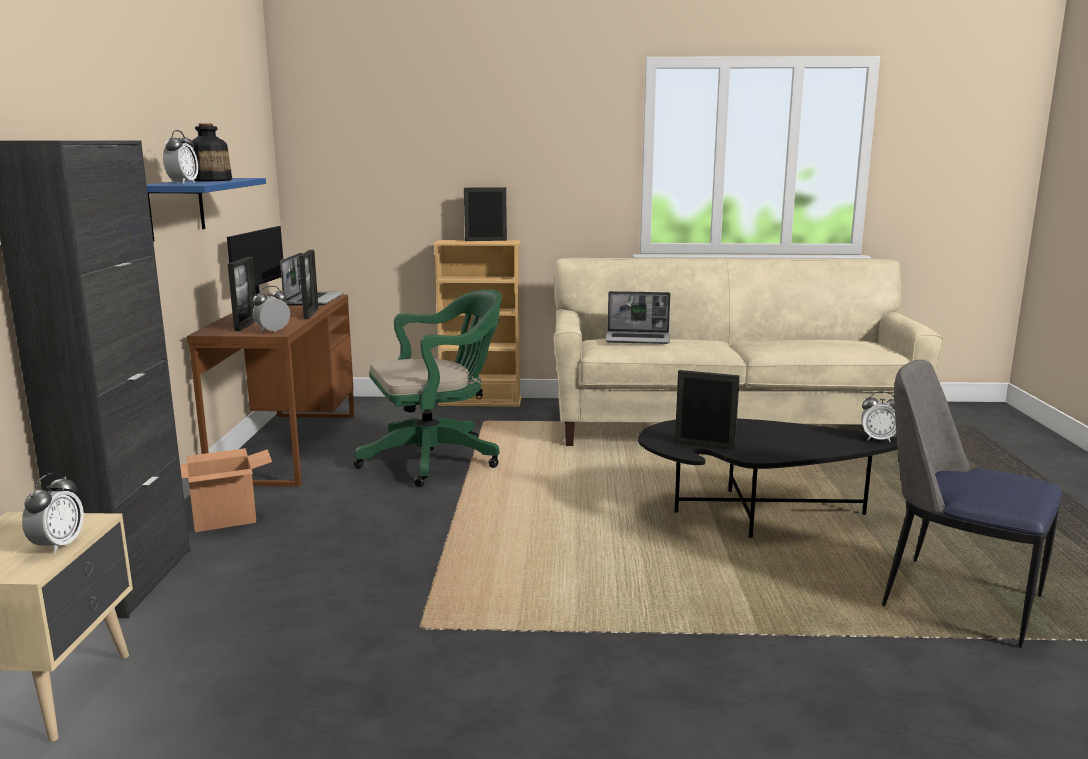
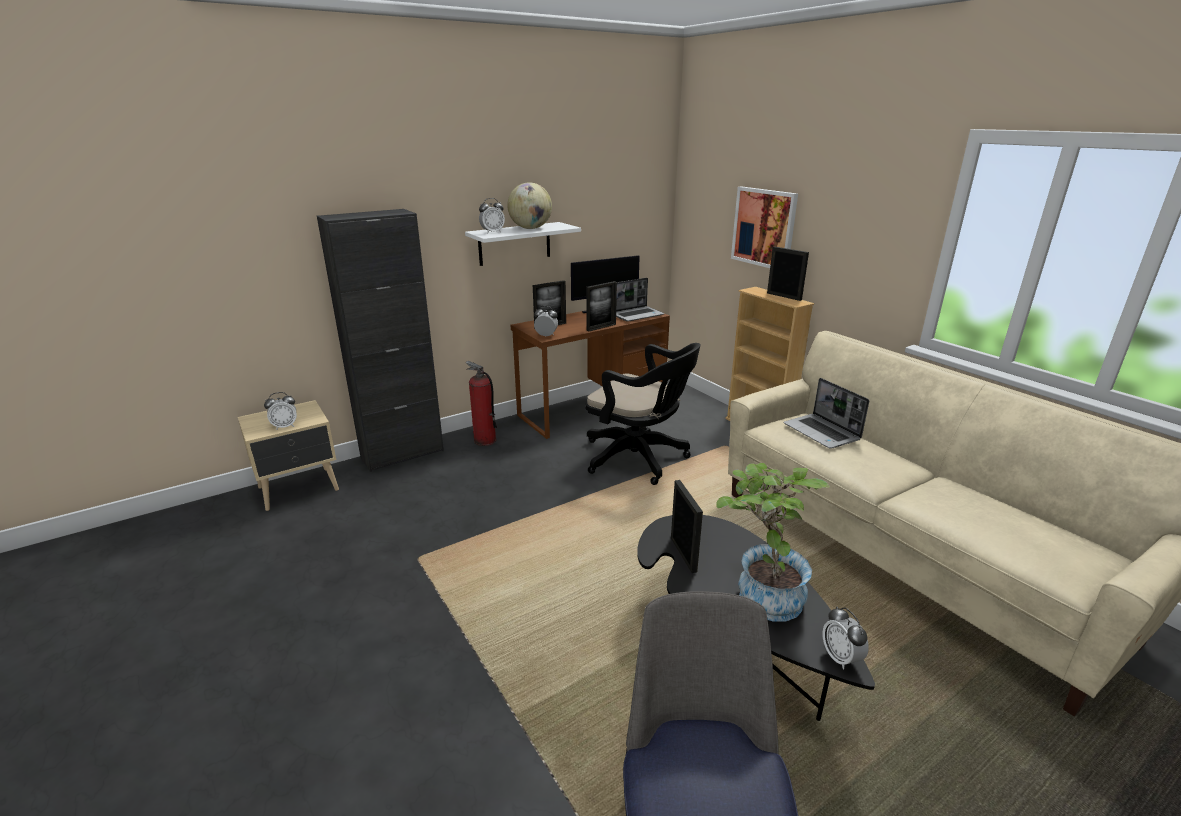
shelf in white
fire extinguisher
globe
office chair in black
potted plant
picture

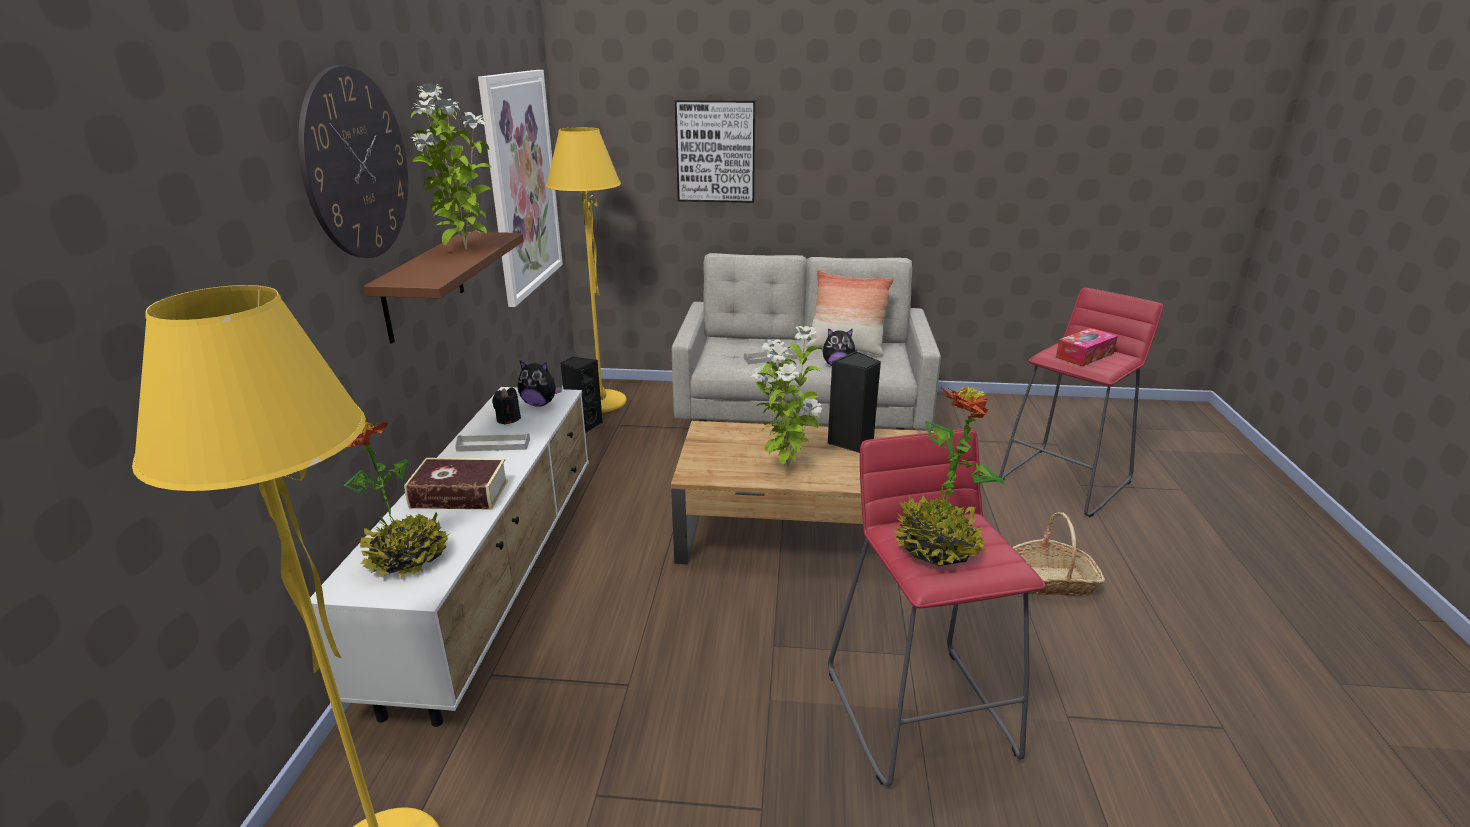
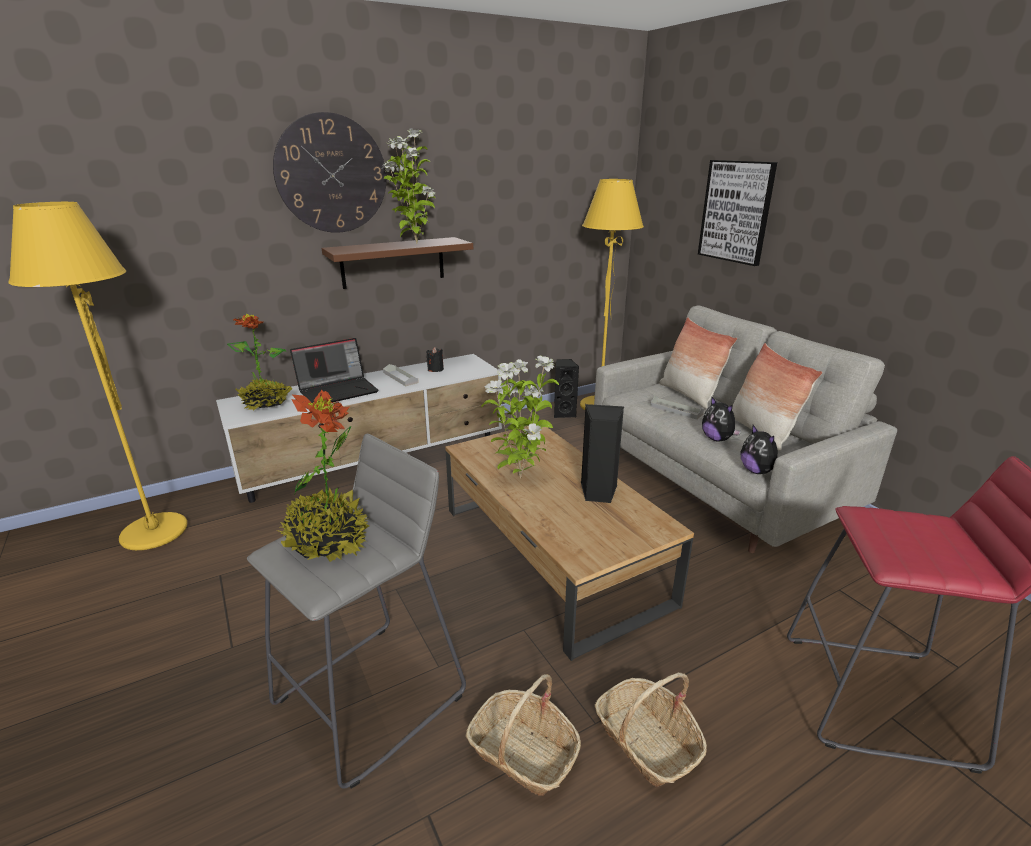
stool in grey
laptop
basket (no. 1 from left)
pillow (no. 1 from left)
plush toy (no. 2 from left)
picture (no. 1 from left in the first image)
tissue box

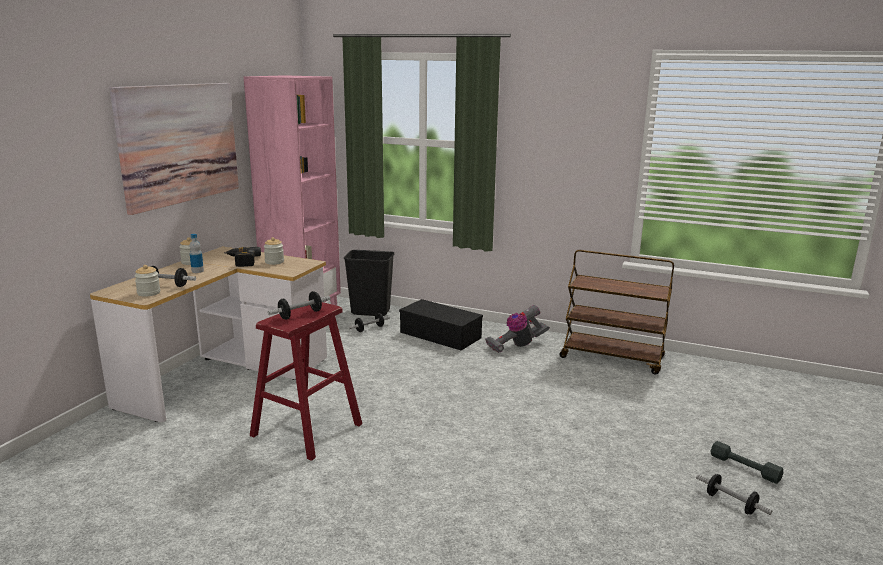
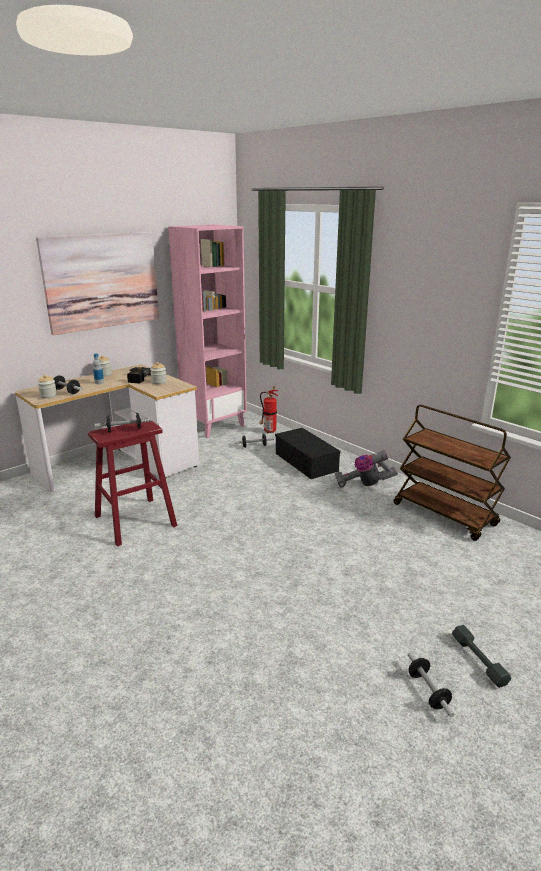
fire extinguisher

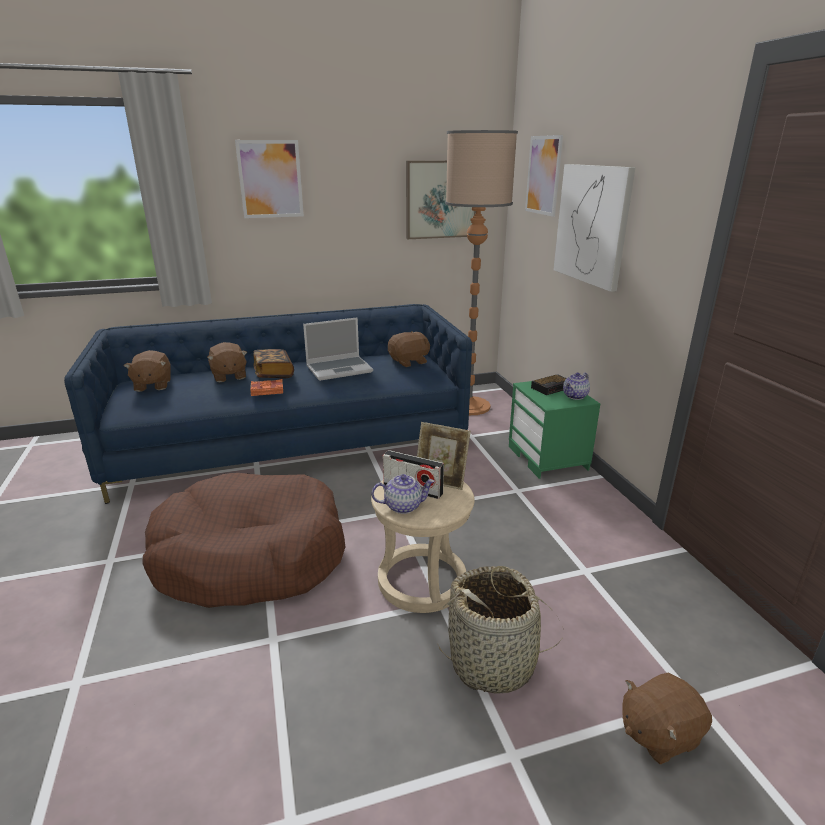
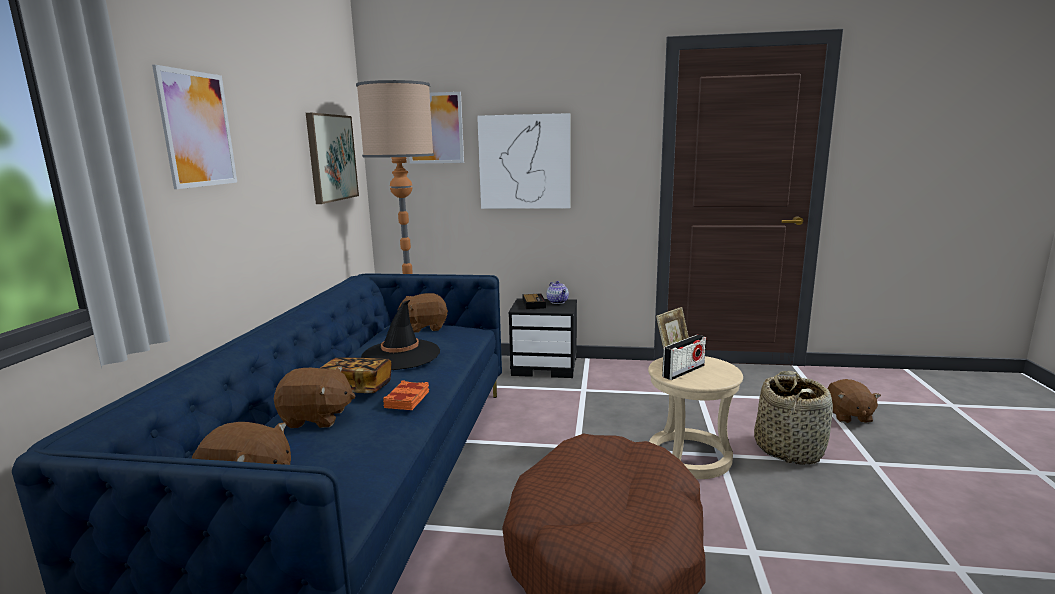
hat in black
plush toy in brown (no. 3 from left)
nightstand in black
teapot (no. 1 from left in the first image)

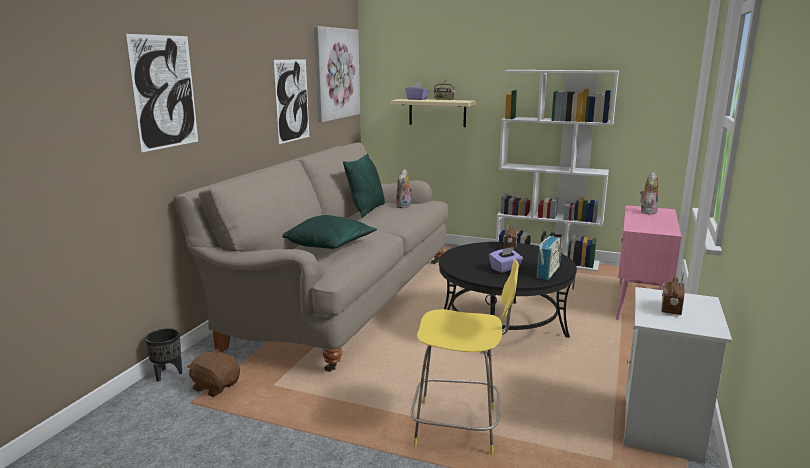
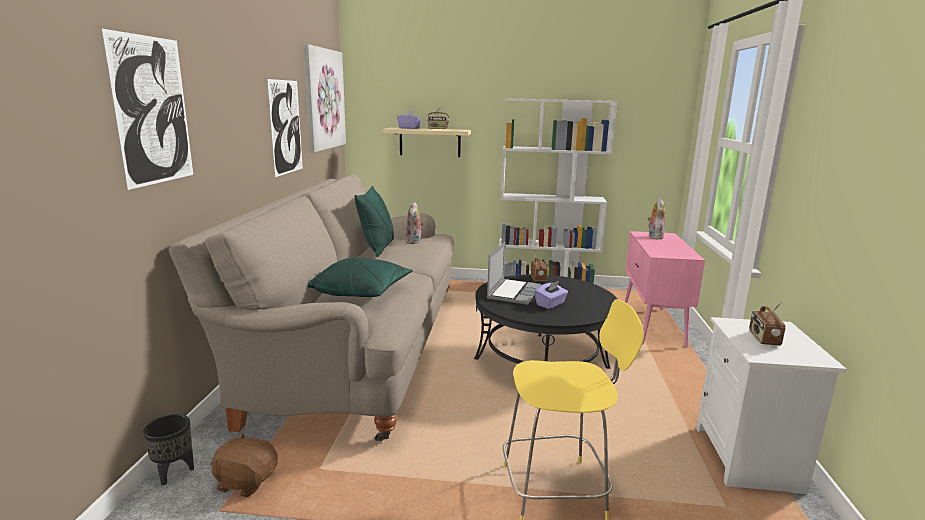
laptop
radio (no. 3 from left in the first image)

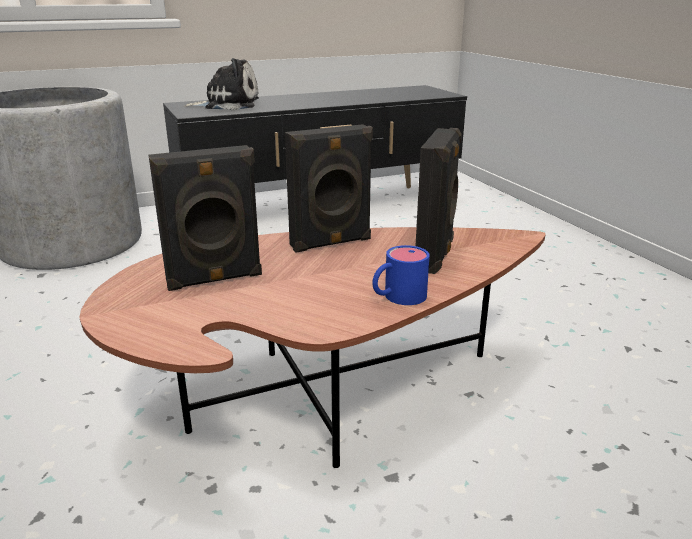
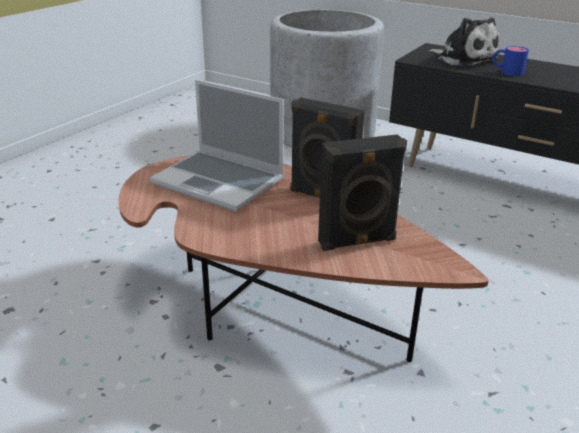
laptop
mug in blue

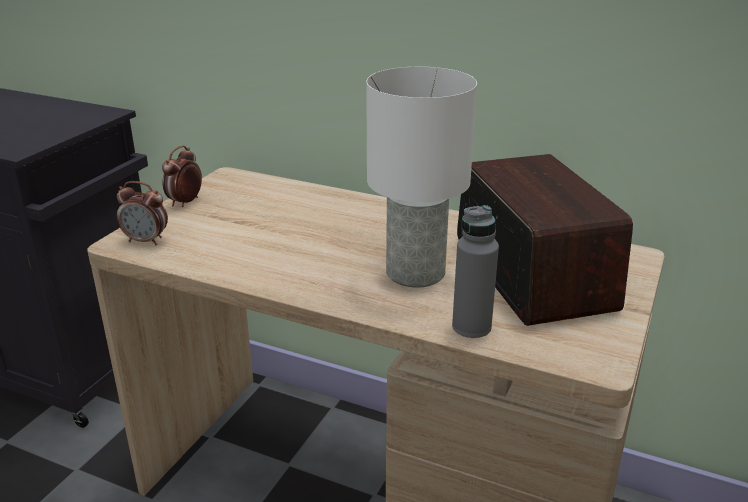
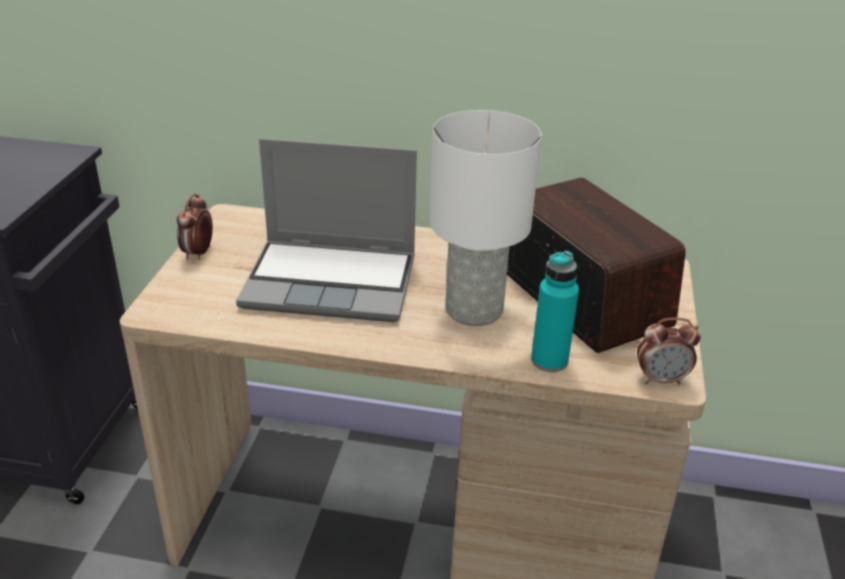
laptop
bottle in turquoise
alarm clock (no. 2 from left)

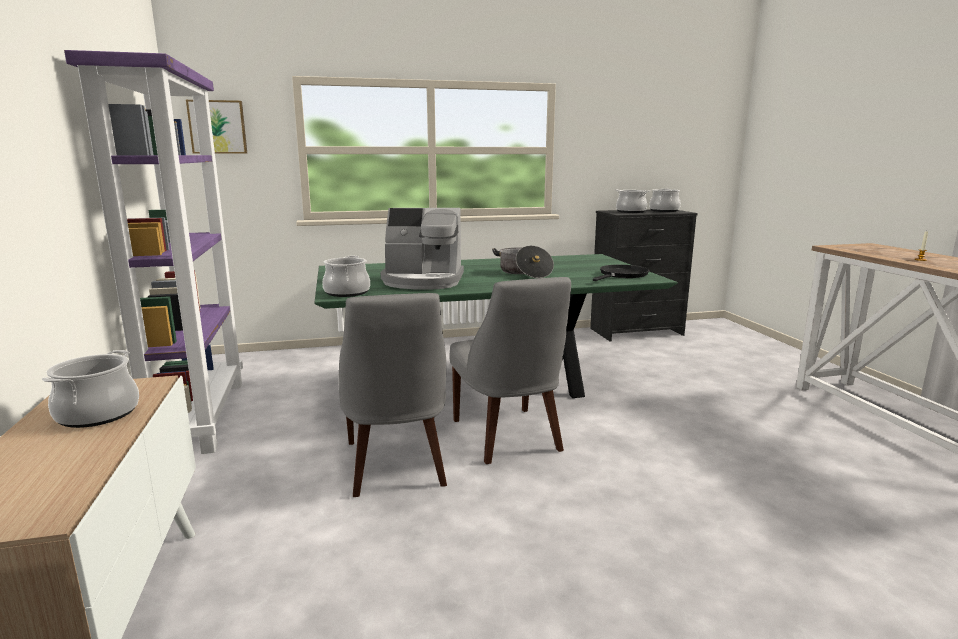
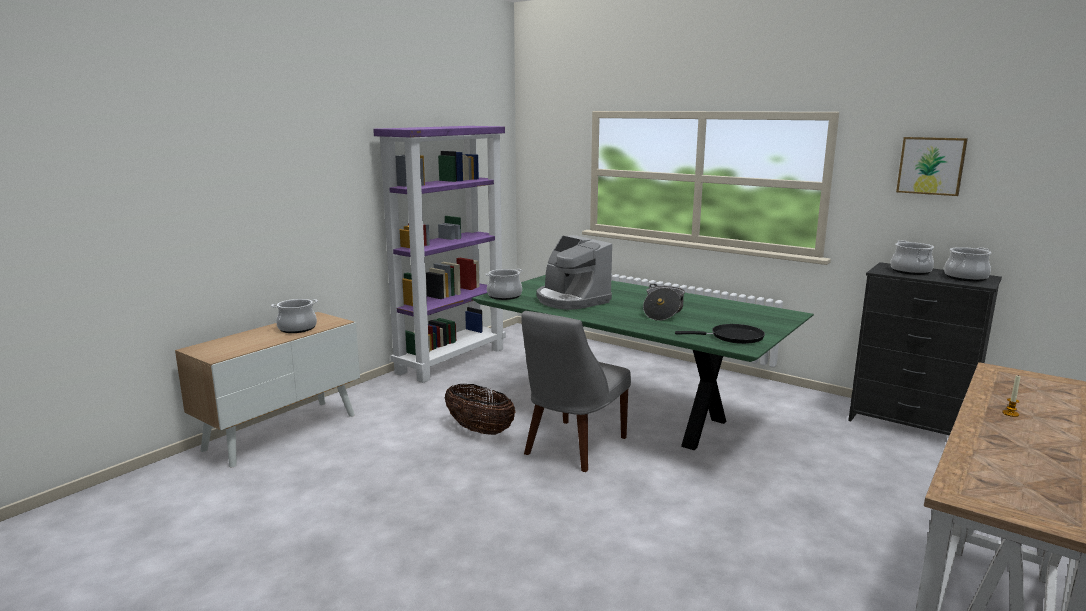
basket
picture

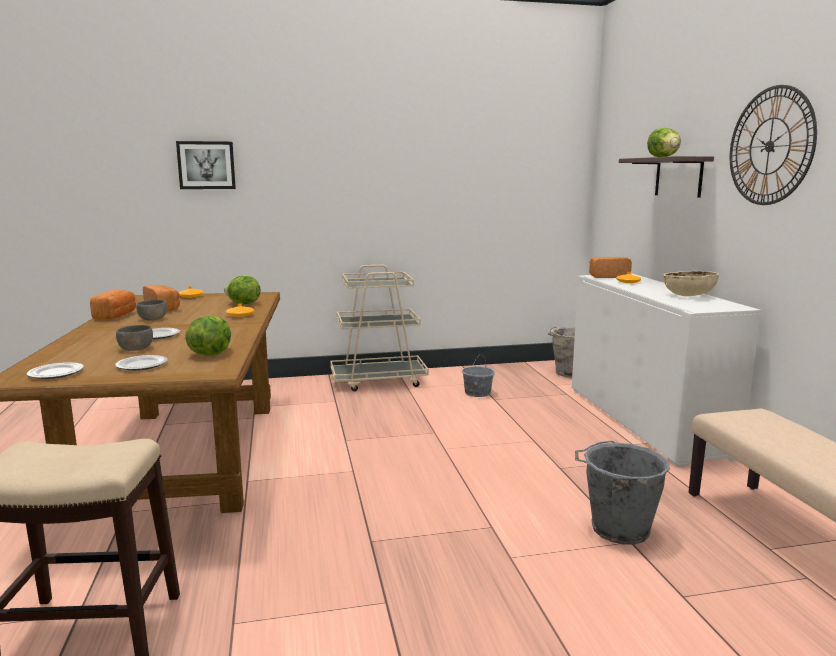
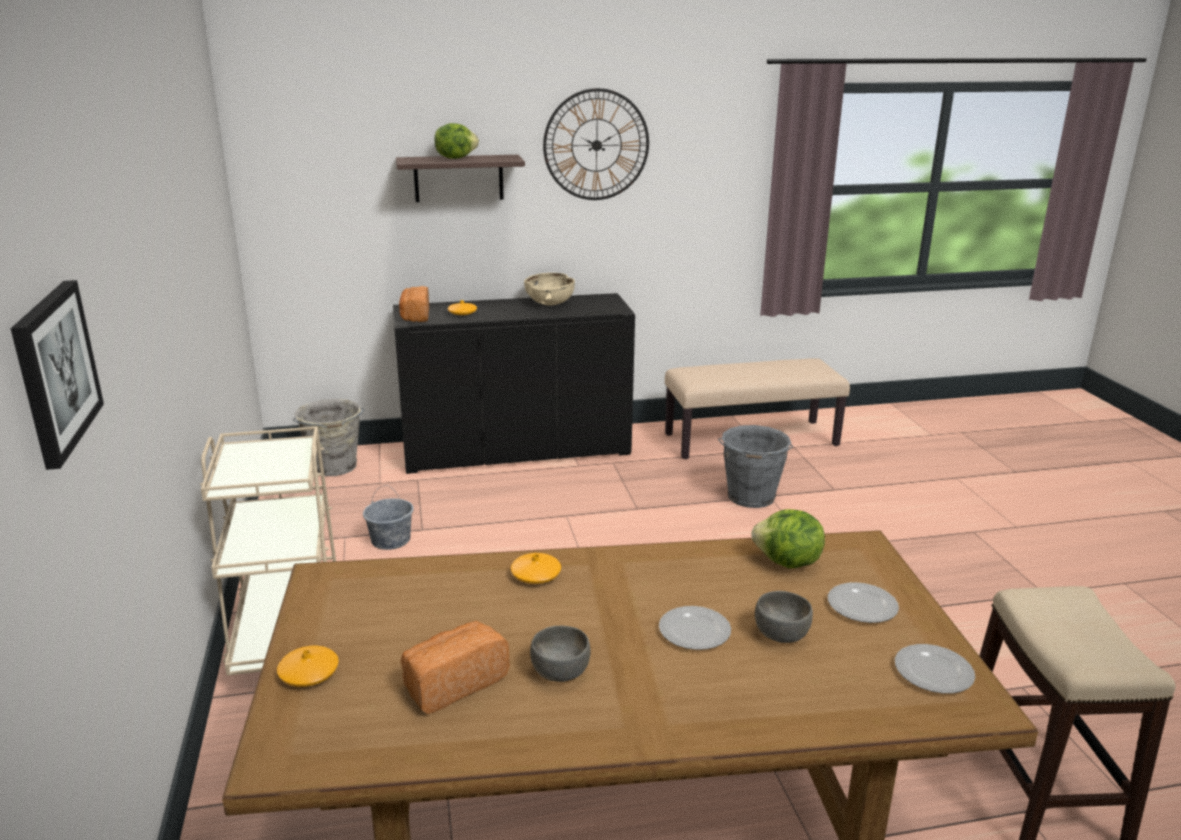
cabinet in black
bread (no. 1 from left in the first image)
lettuce (no. 2 from left in the first image)

